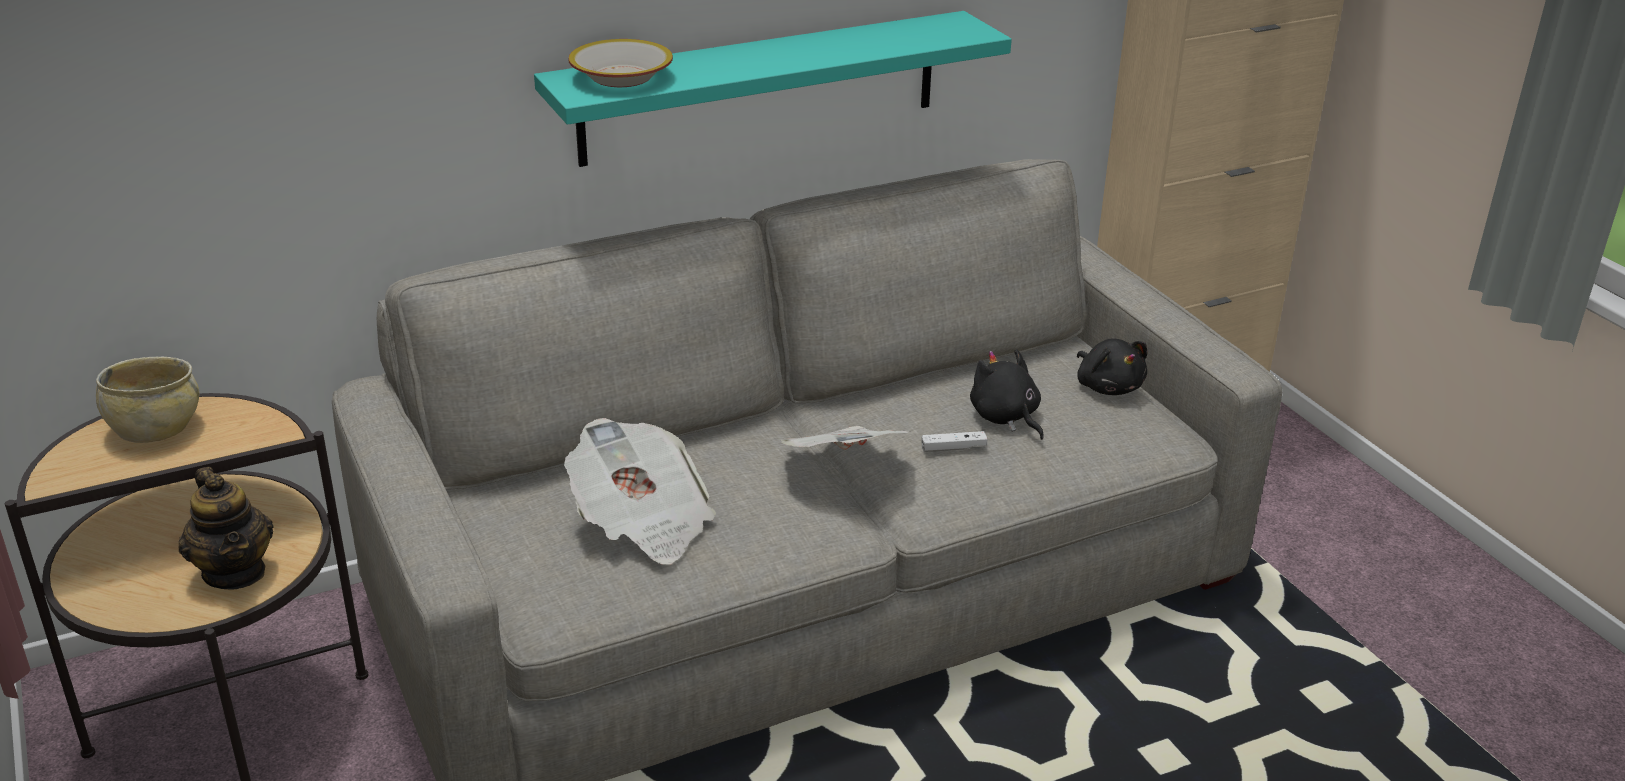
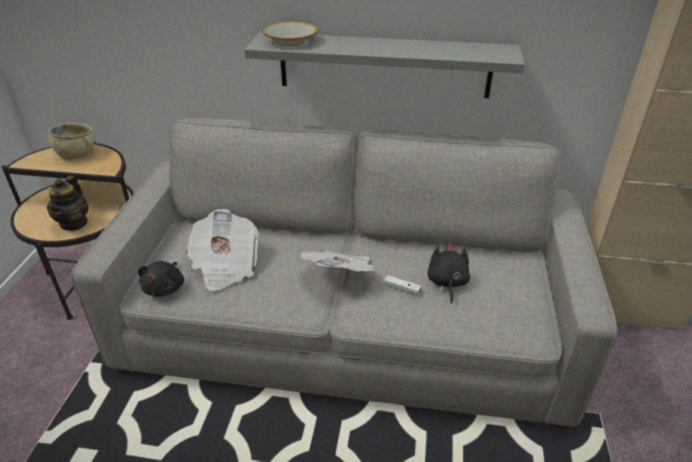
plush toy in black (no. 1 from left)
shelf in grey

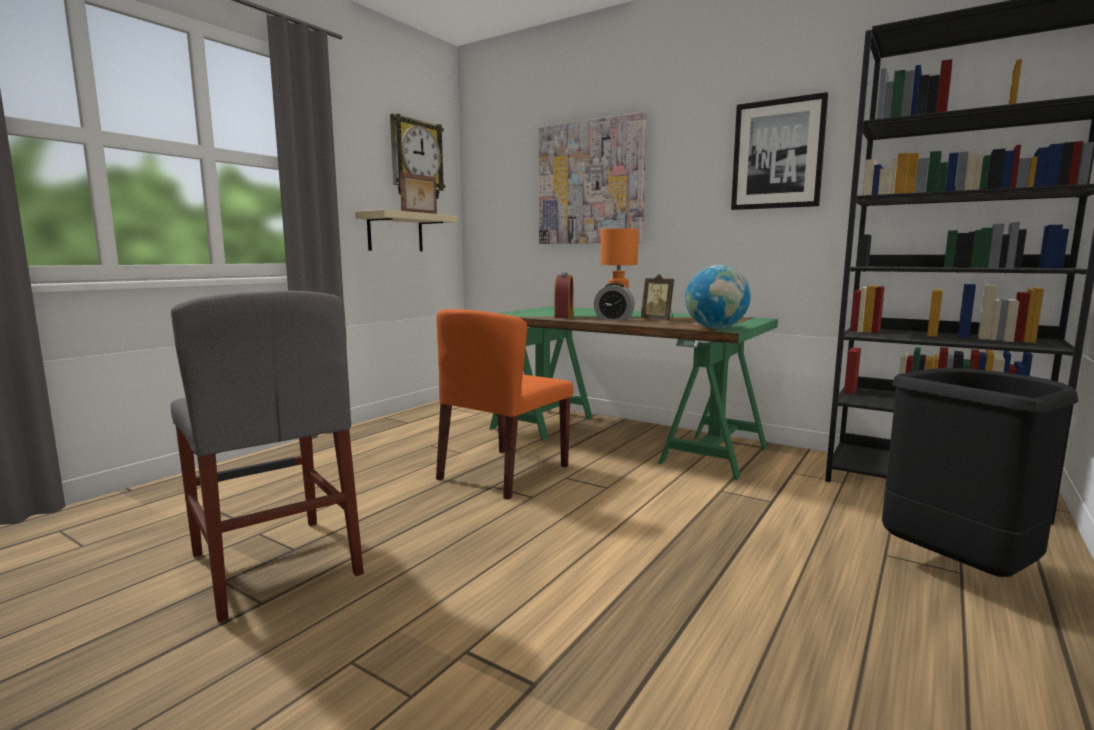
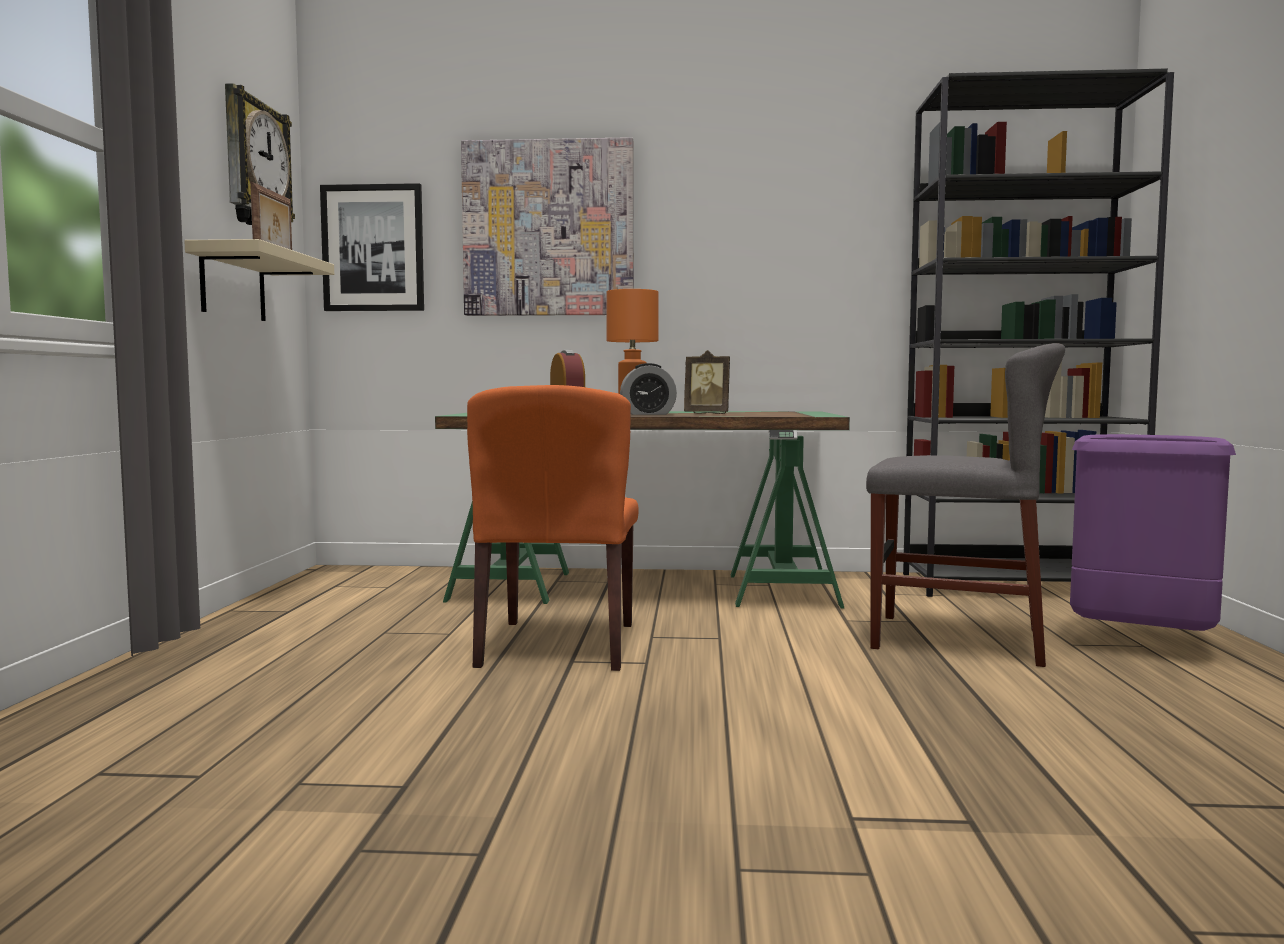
picture (no. 1 from left)
chair in grey
trash can in purple
globe

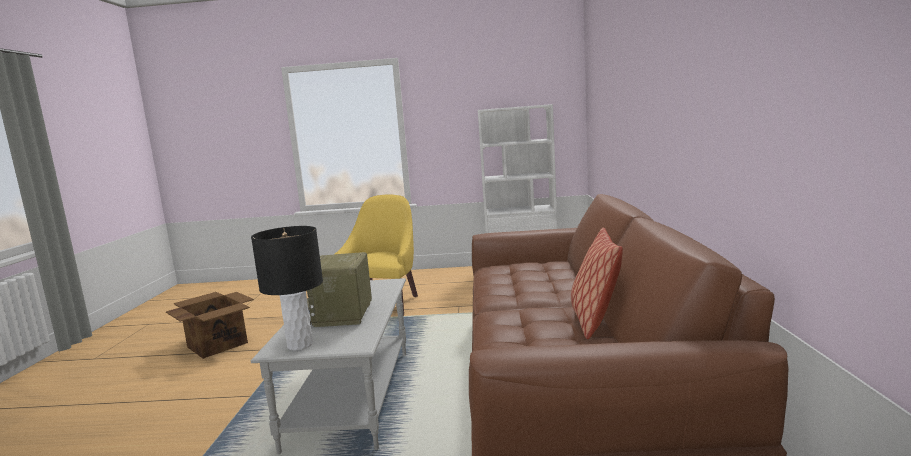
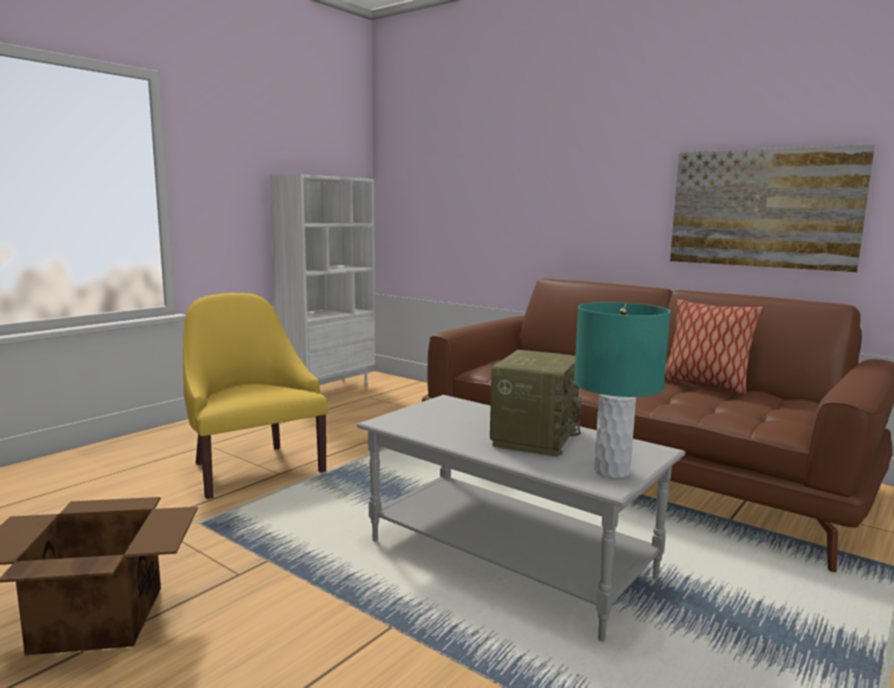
radio
table lamp in turquoise
picture

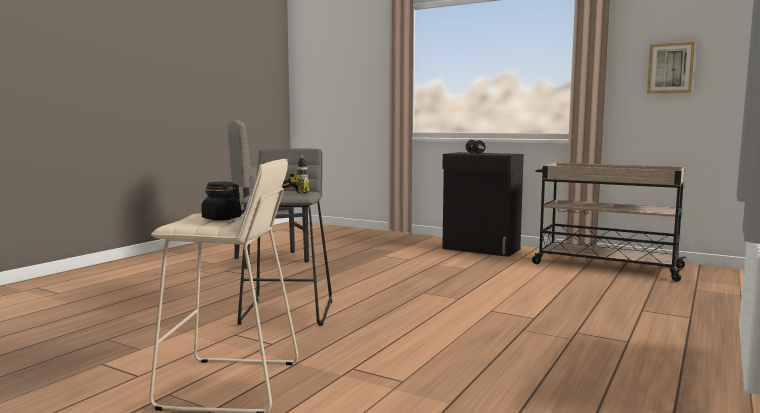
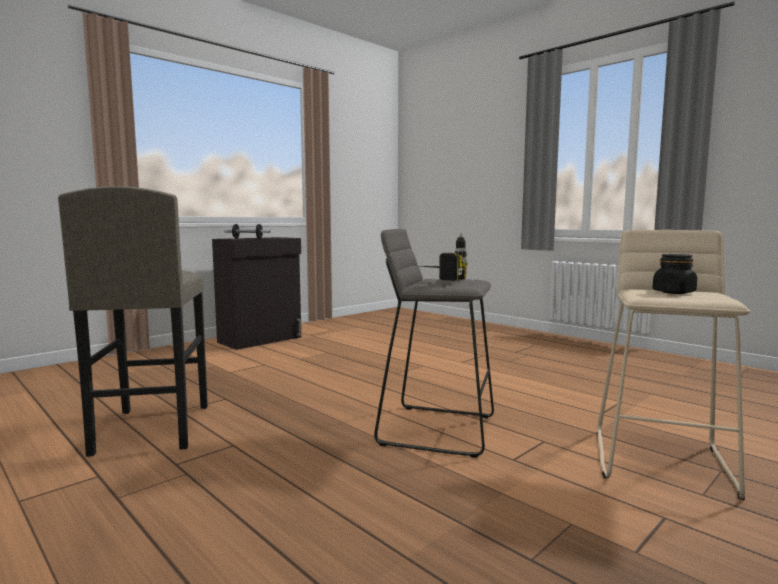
cart in beige
picture

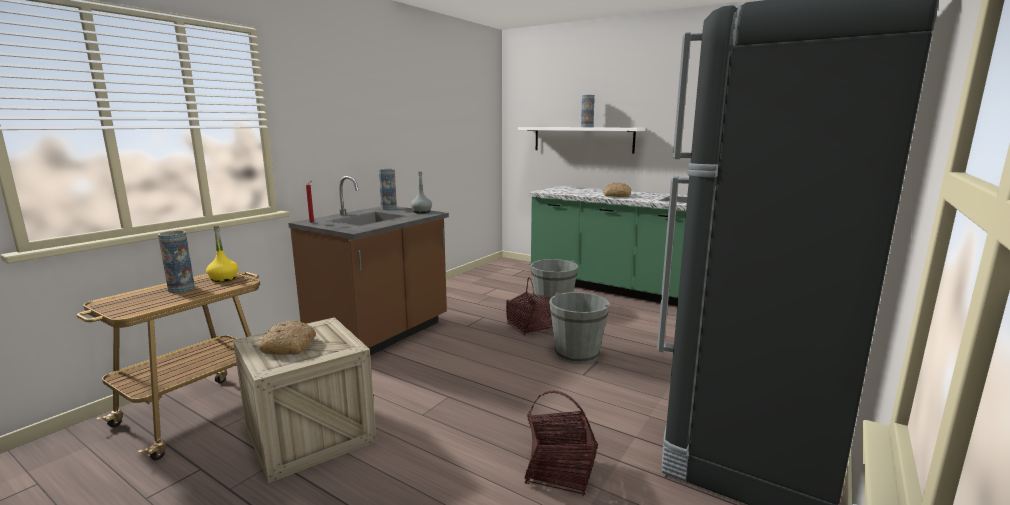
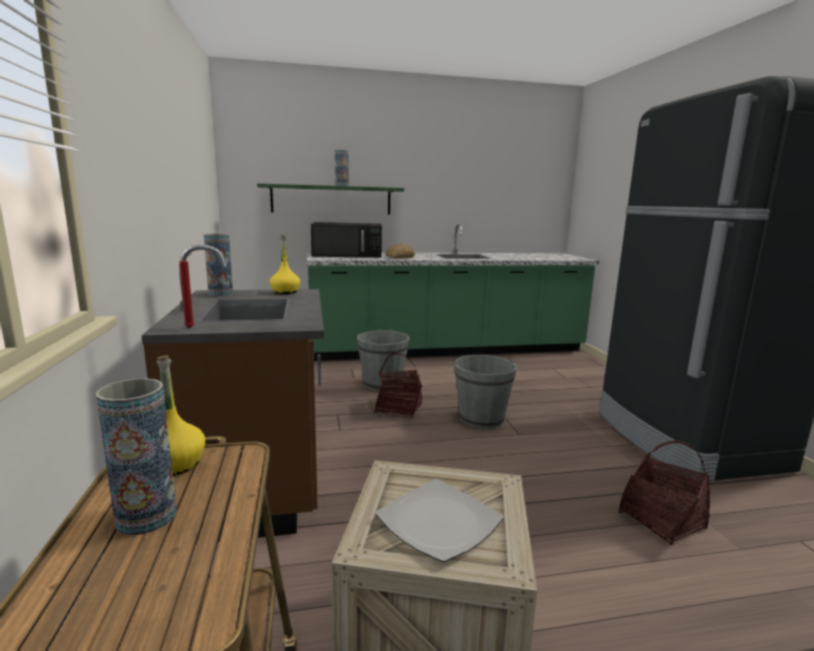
shelf in green
bottle in yellow (no. 2 from left)
microwave in black
plate

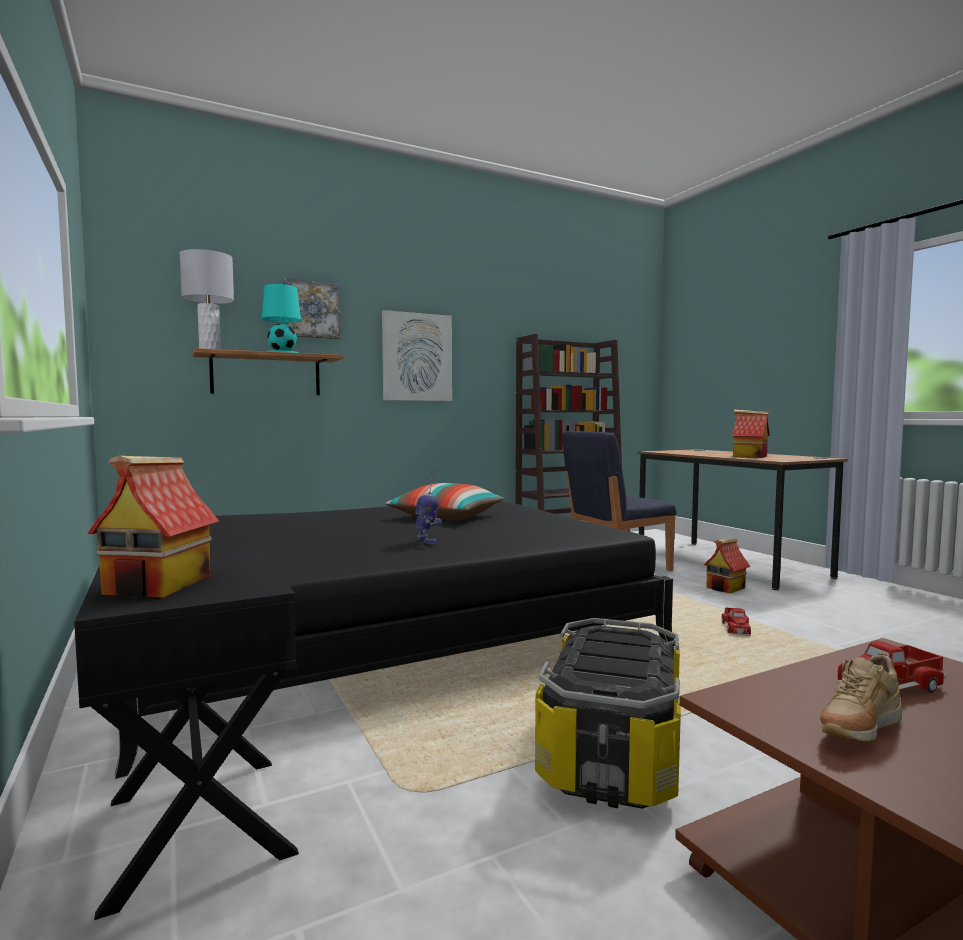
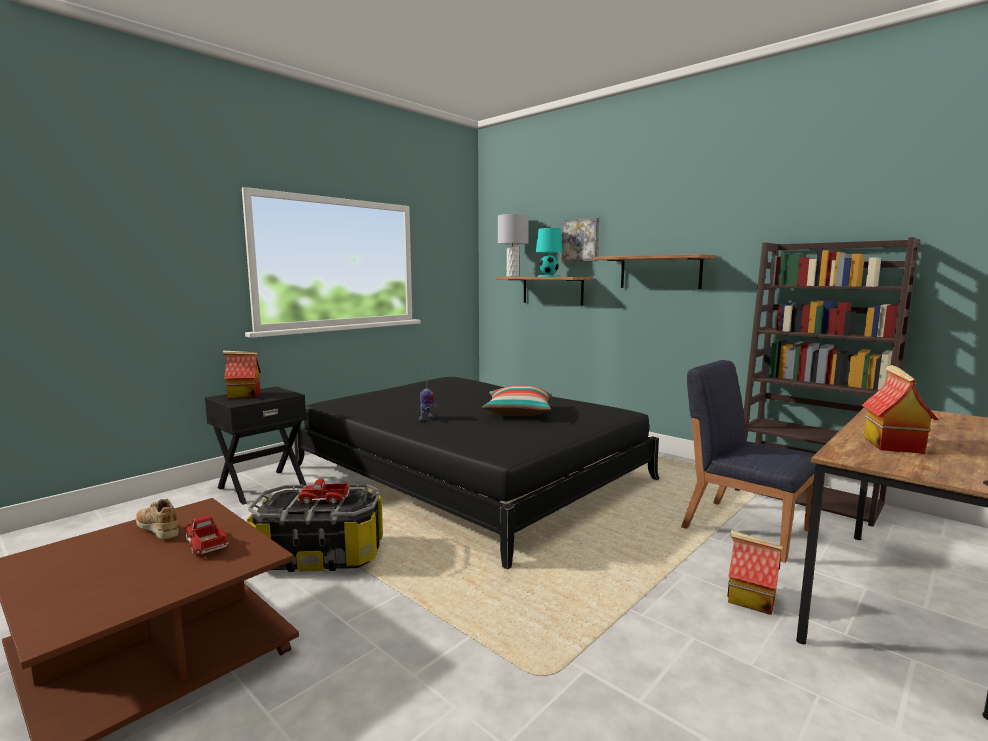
toy truck (no. 2 from left)
shelf (no. 2 from left)

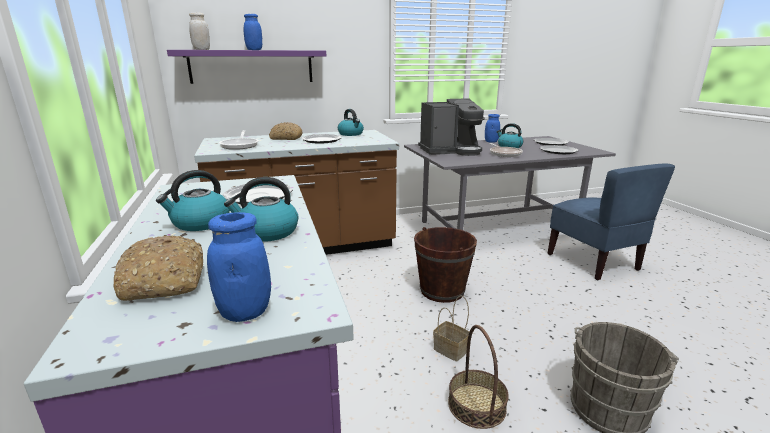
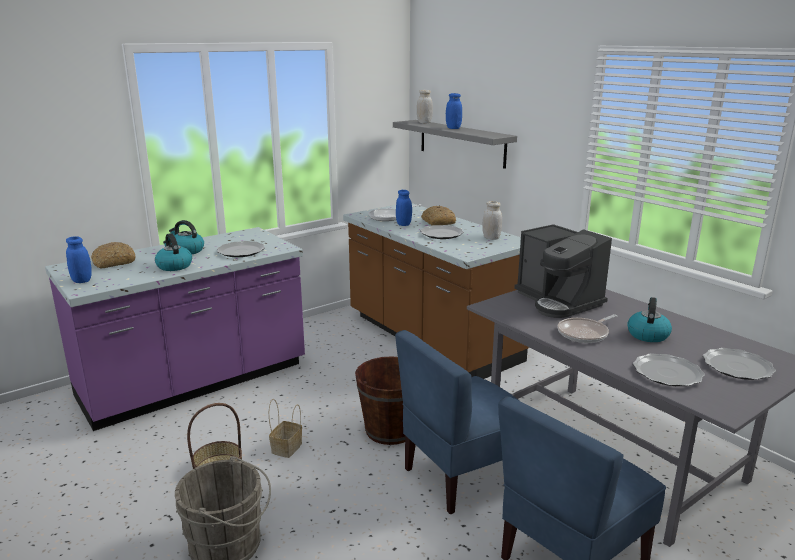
shelf in grey
chair in blue (no. 1 from left)
jar in blue (no. 2 from left)
jar in white (no. 2 from left)

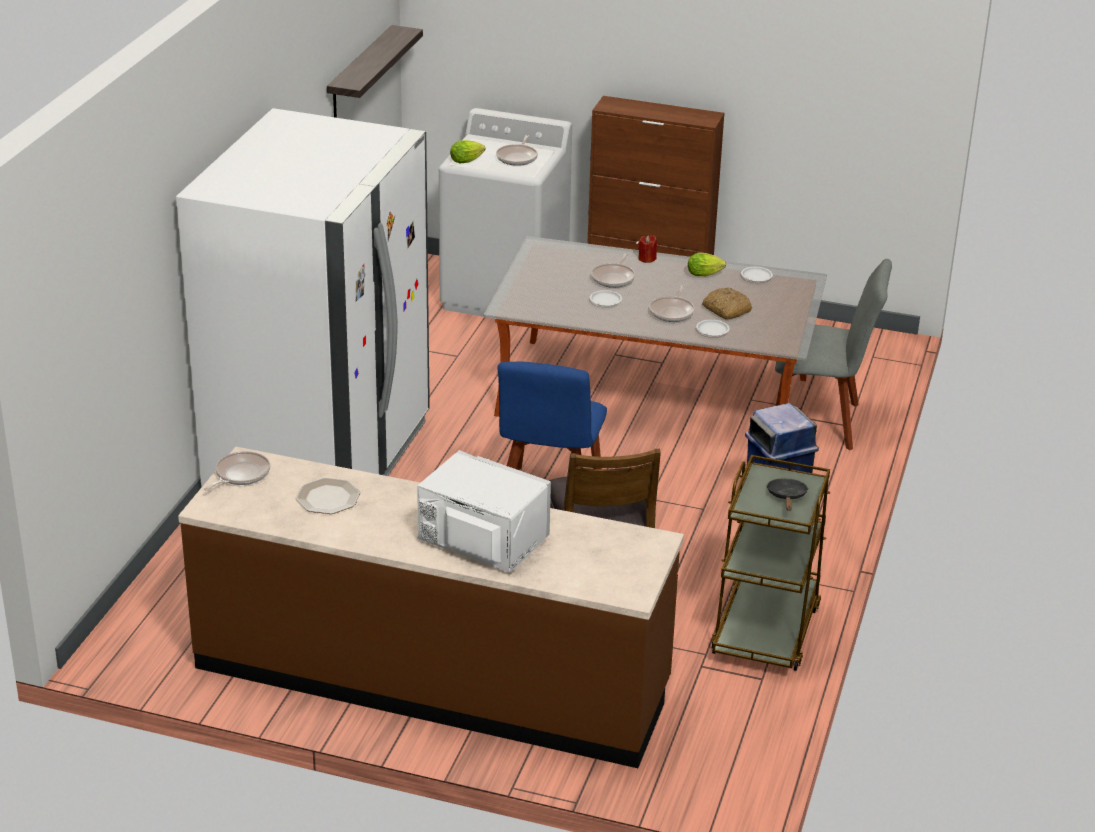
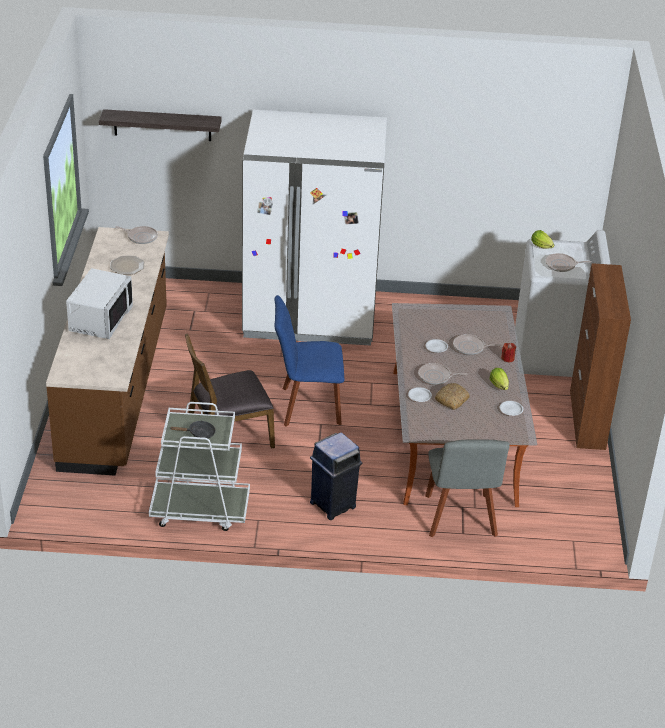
shelf
cart in white

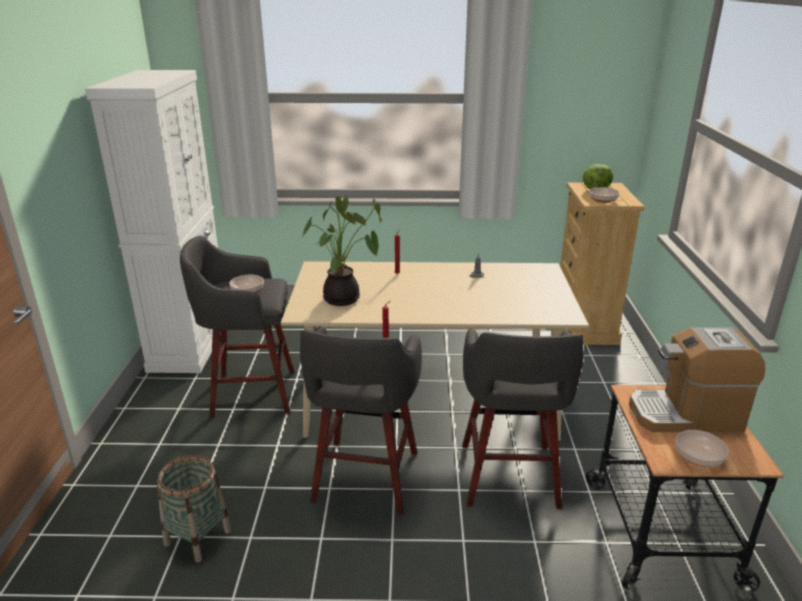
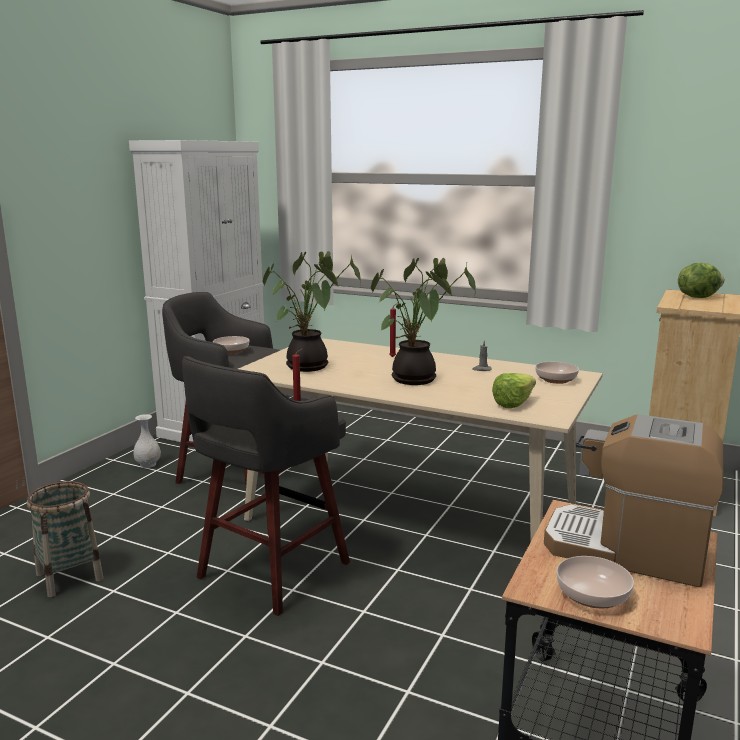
vase in white
potted plant (no. 2 from left)
lettuce (no. 1 from left)
bowl (no. 2 from left)
stool in grey (no. 3 from left in the first image)

